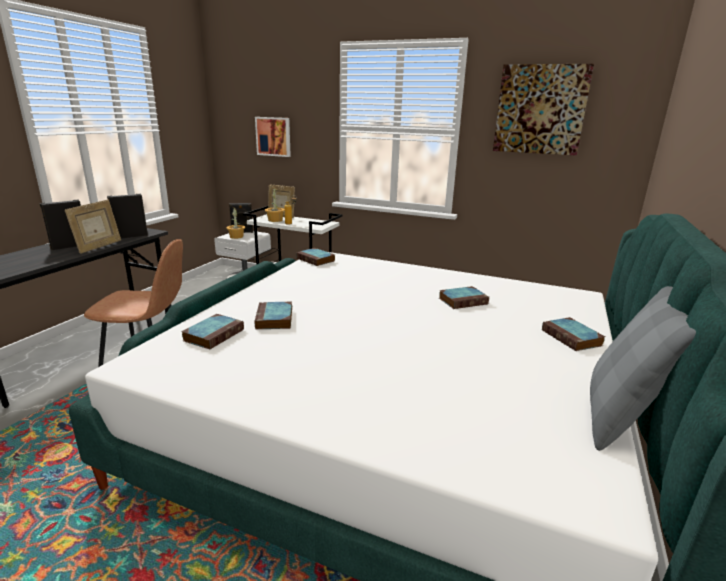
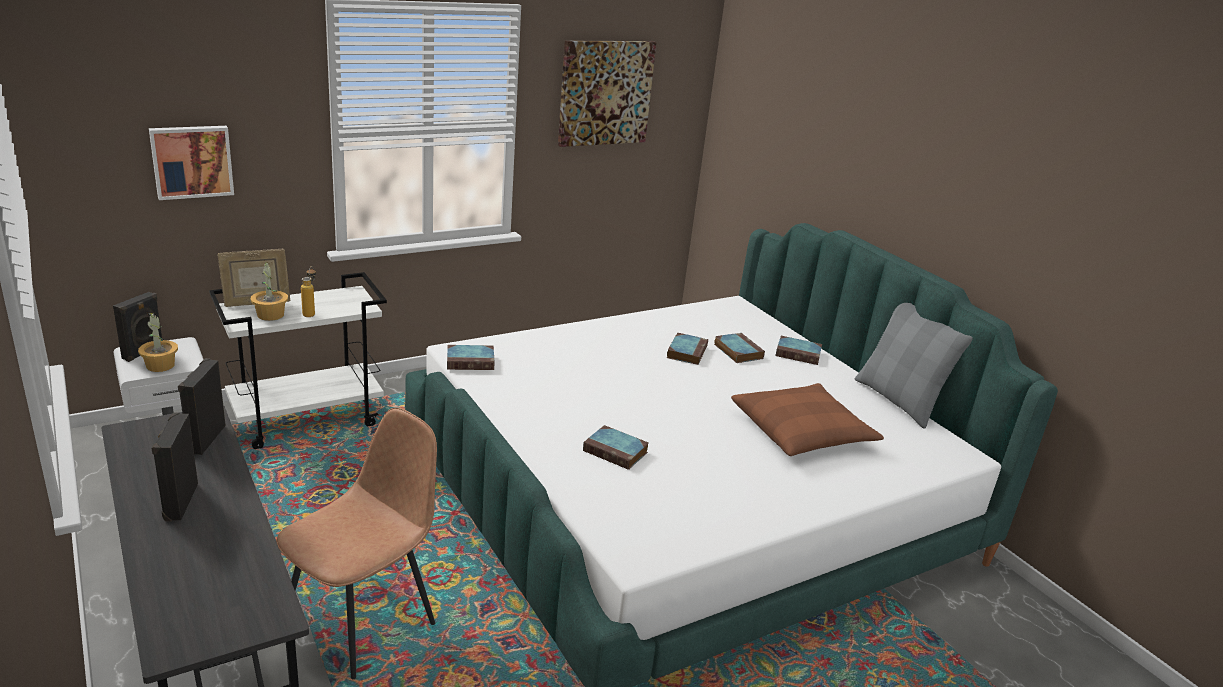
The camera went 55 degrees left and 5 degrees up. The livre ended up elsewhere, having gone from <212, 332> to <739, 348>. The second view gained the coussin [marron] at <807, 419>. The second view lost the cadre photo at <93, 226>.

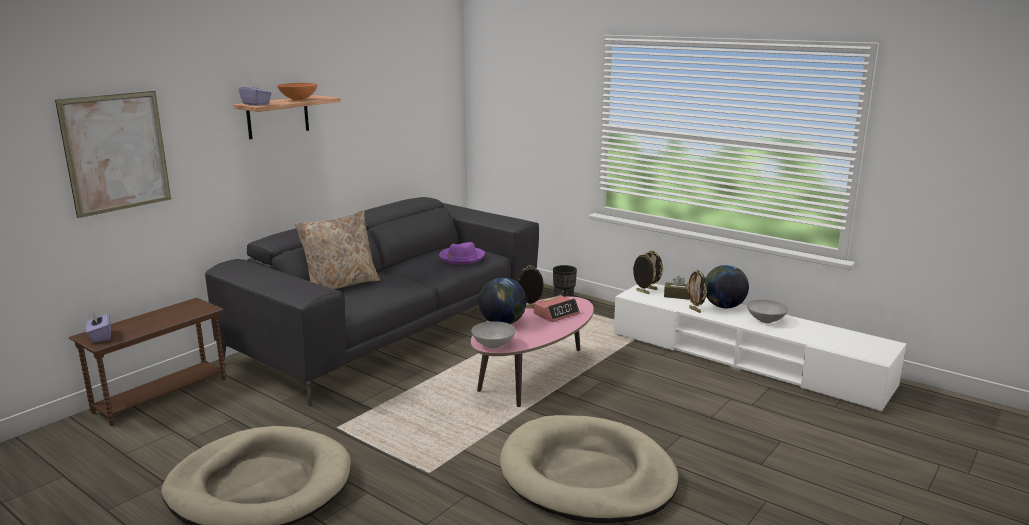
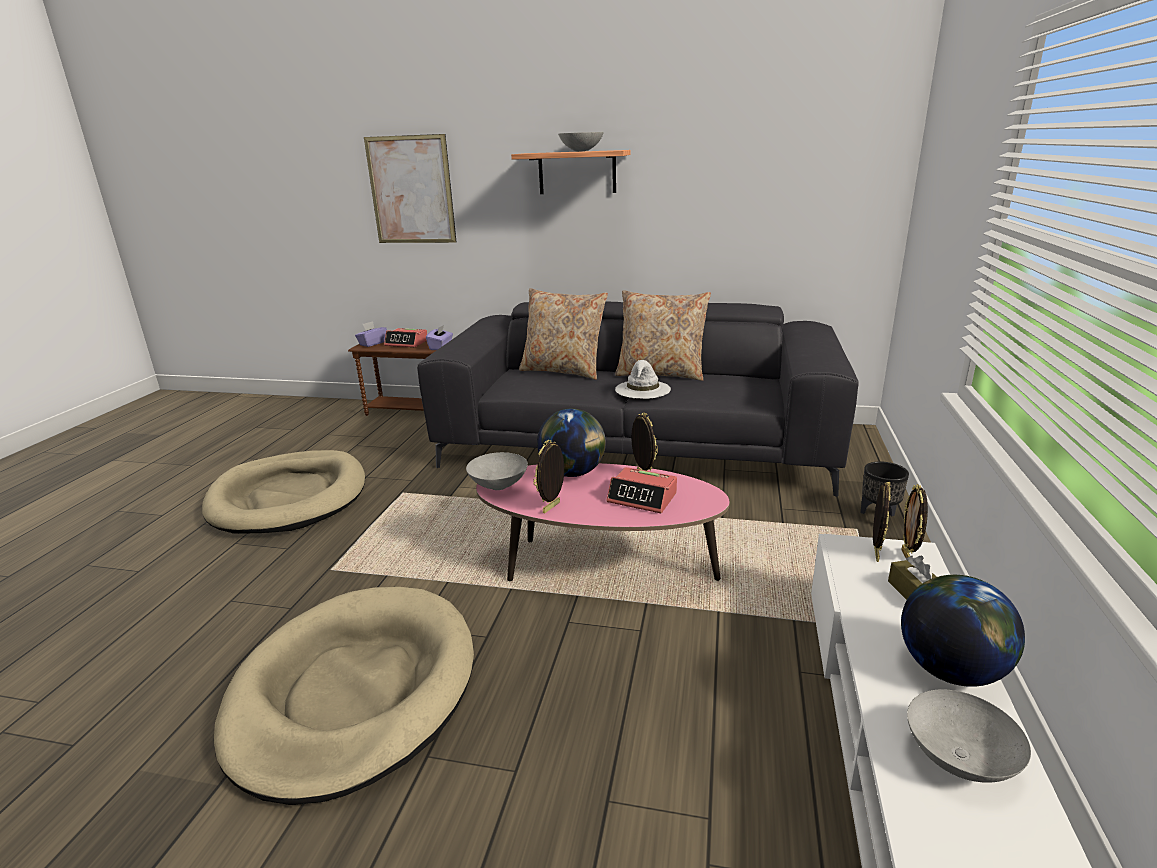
The camera went 65 degrees right and 5 degrees up. The second view gained the réveil at <405, 337>. The boîte à mouchoirs [violet] ended up elsewhere, having gone from <255, 93> to <439, 337>. The cadre photo ended up elsewhere, having gone from <697, 291> to <549, 476>. What was the bol [orange] at <297, 92> turned into the bol [gris] at <581, 142>. The second view gained the coussin [beige] at <663, 335>. The second view gained the chapeau [blanc] at <643, 379>. The second view lost the chapeau [violet] at <462, 253>.

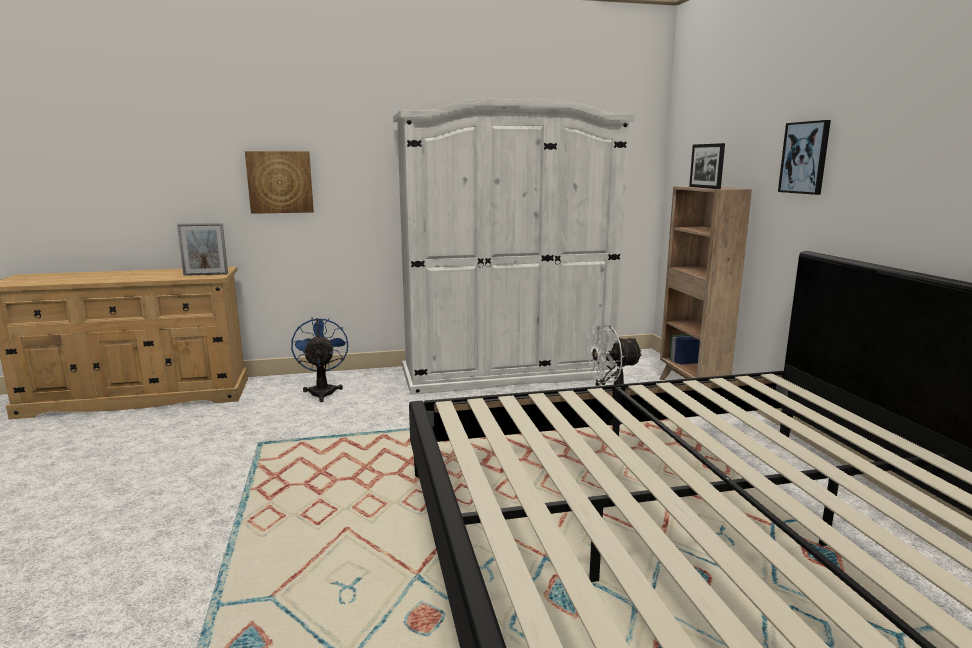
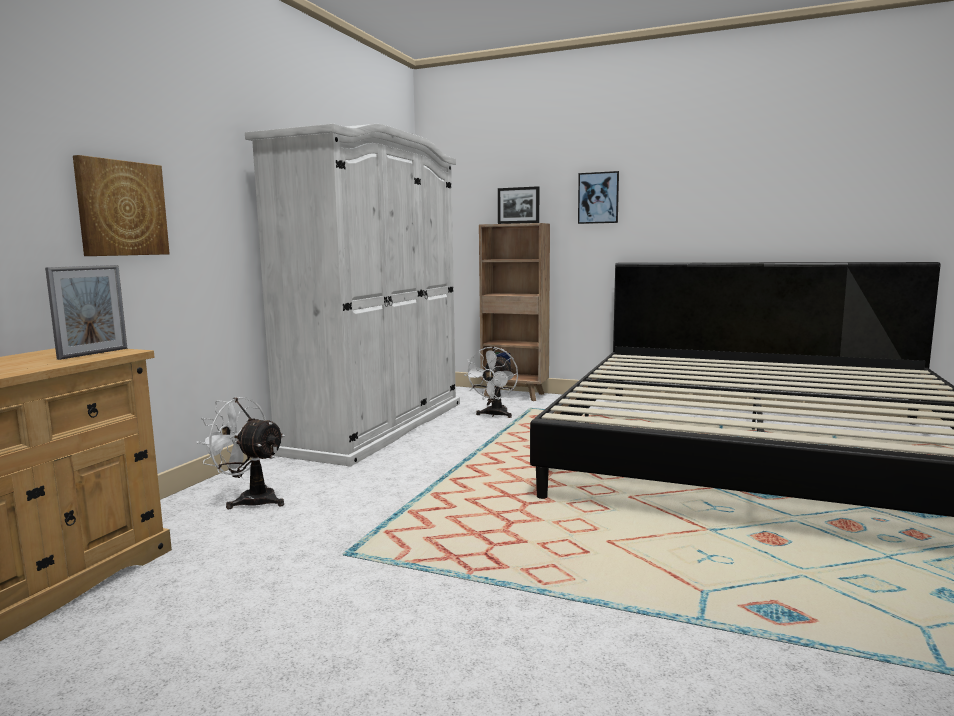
The camera went 55 degrees left and 5 degrees down. What was the ventilateur [bleu] at <319, 360> turned into the ventilateur [blanc] at <240, 453>.

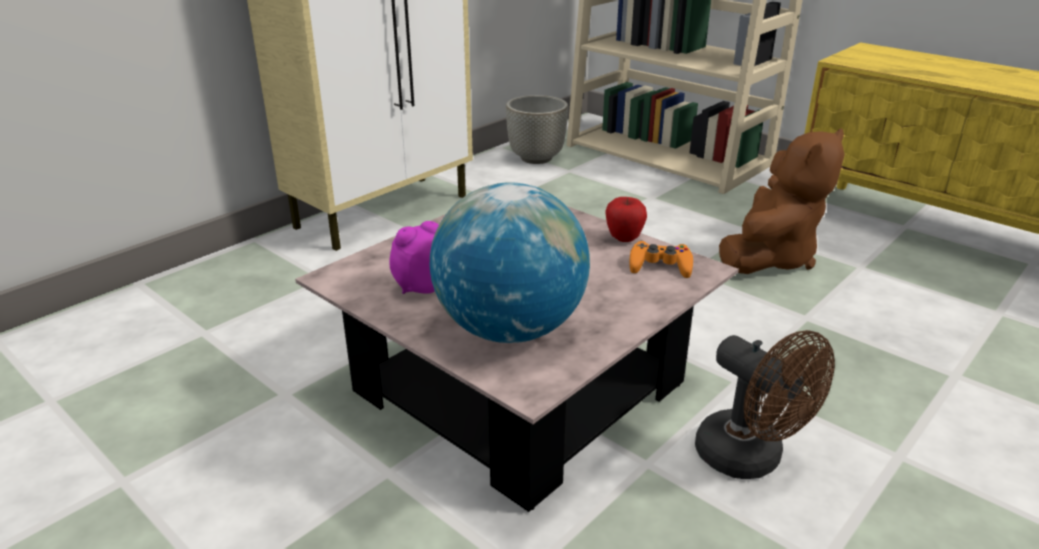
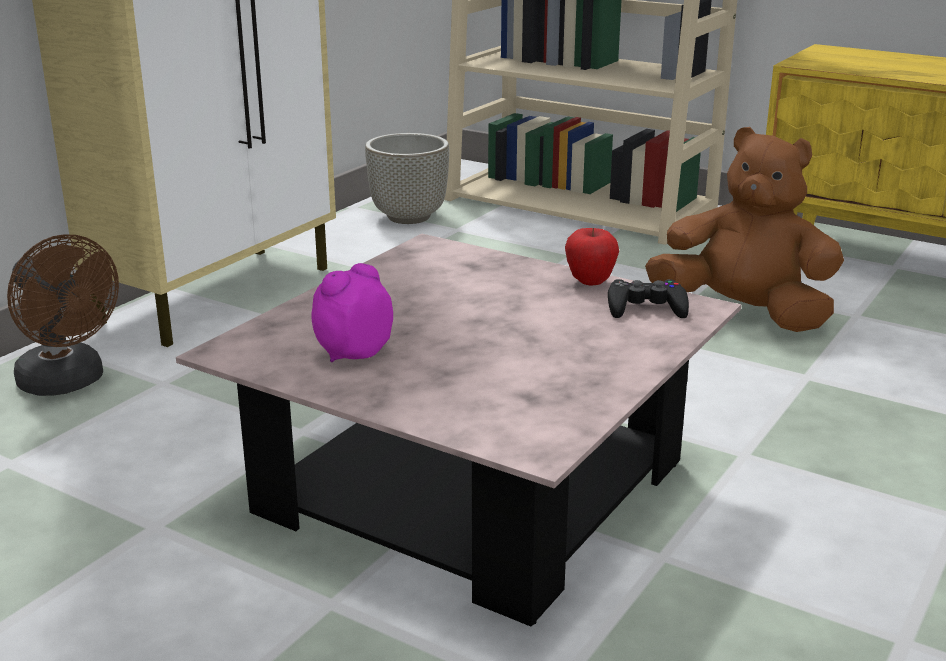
The camera went 10 degrees left and 5 degrees down. The ventilateur [marron] ended up elsewhere, having gone from <765, 404> to <63, 315>. What was the manette [orange] at <661, 259> turned into the manette [noir] at <648, 298>. The peluche [marron] at <782, 201> ended up facing another way, 90 degrees counterclockwise from before. The second view lost the globe at <510, 262>.

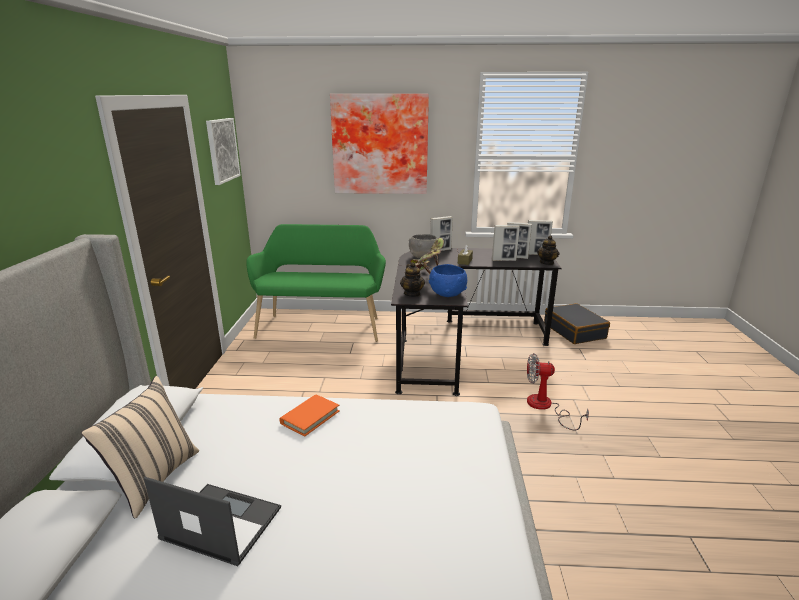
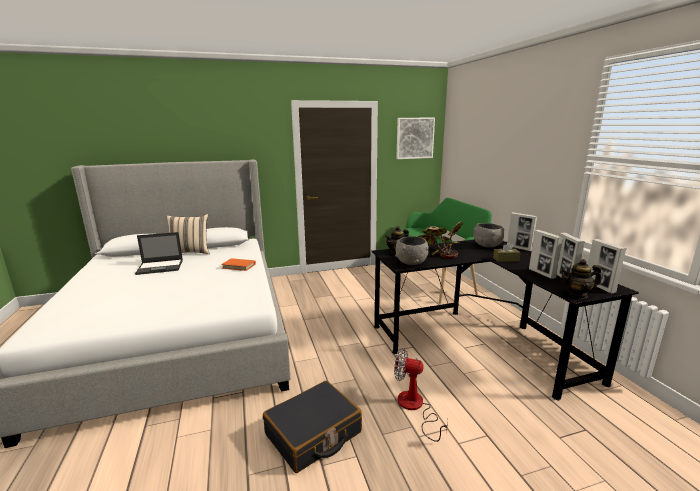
The camera went 70 degrees right and 5 degrees down. The ordinateur portable at <212, 521> ended up facing another way, 75 degrees clockwise from before. The valise [noir] ended up elsewhere, having gone from <577, 323> to <312, 427>. The ventilateur at <558, 391> ended up facing another way, 60 degrees counterclockwise from before. What was the bol [bleu] at <448, 280> turned into the bol [gris] at <412, 250>. The second view lost the tableau at <379, 144>.

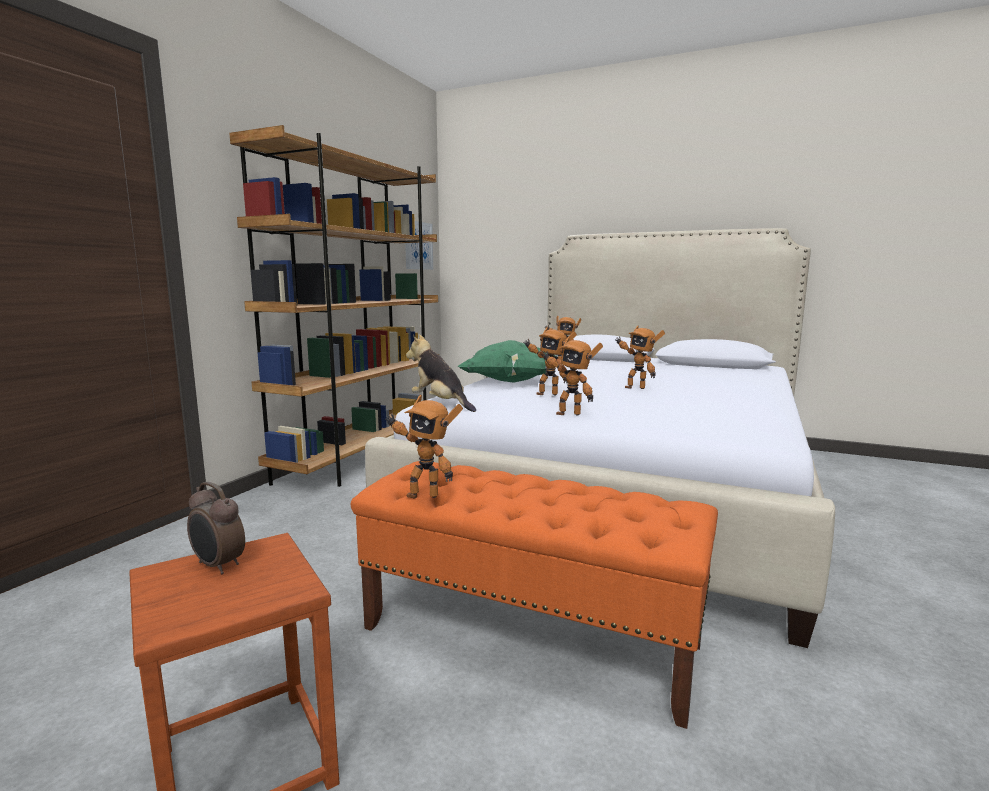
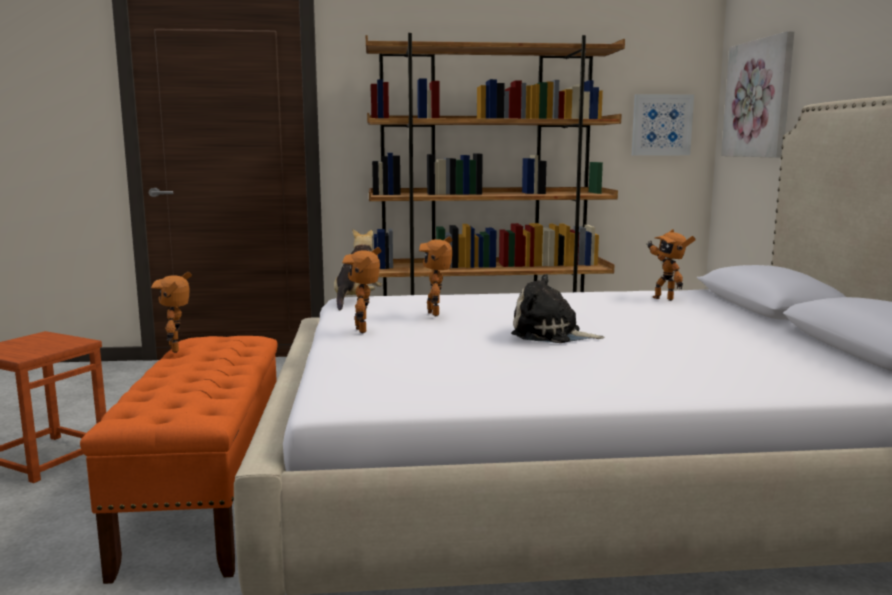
The camera went 60 degrees right and 0 degrees up. Where the robot jouet stood at <640, 357>, the peluche came to stand at <557, 308>. The second view gained the tableau at <758, 94>. The second view lost the réveil at <216, 528>. The second view lost the coussin [vert] at <507, 361>.

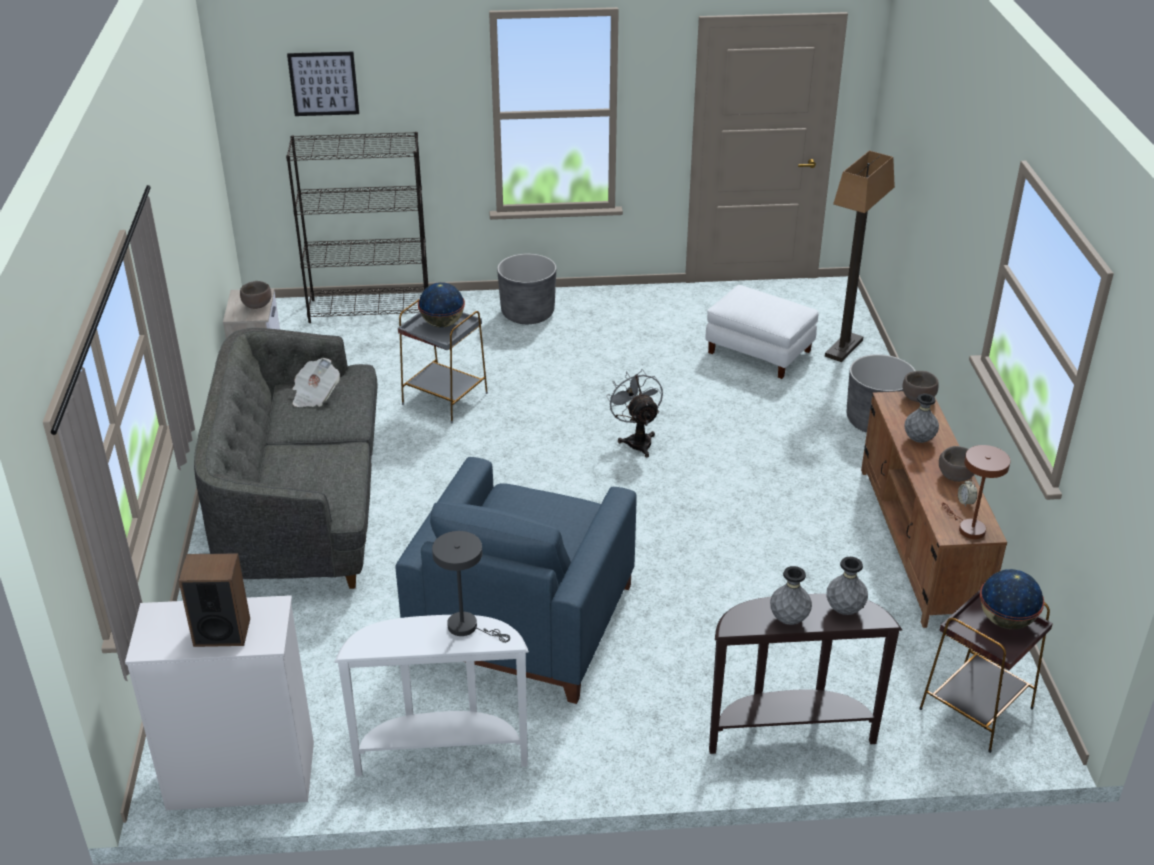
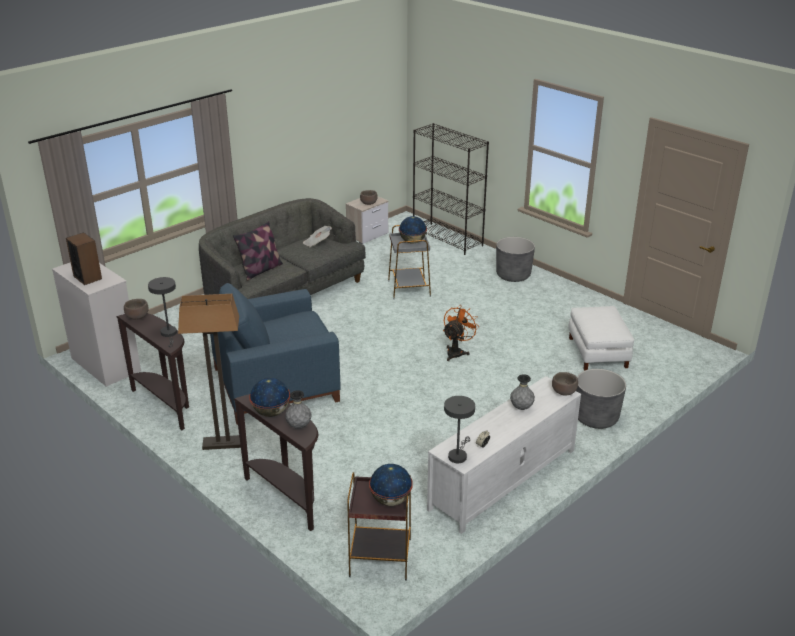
The camera went 50 degrees right and 5 degrees down. What was the table console [blanc] at <431, 696> turned into the table console [marron] at <153, 371>. The bol [marron] ended up elsewhere, having gone from <956, 464> to <136, 309>. The lampadaire ended up elsewhere, having gone from <860, 256> to <209, 372>. The second view gained the coussin at <258, 251>. Where the vase [gris] stood at <791, 595>, the globe came to stand at <269, 397>. What was the meuble télé [marron] at <934, 509> turned into the meuble télé [blanc] at <504, 455>. What was the ventilateur [gris] at <635, 413> turned into the ventilateur [orange] at <461, 333>. What was the lampe de table [marron] at <976, 492> turned into the lampe de table [gris] at <459, 429>. The second view lost the tableau at <323, 84>.

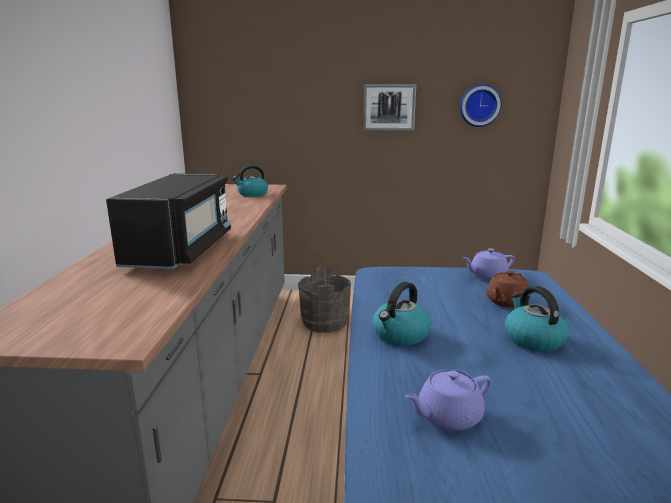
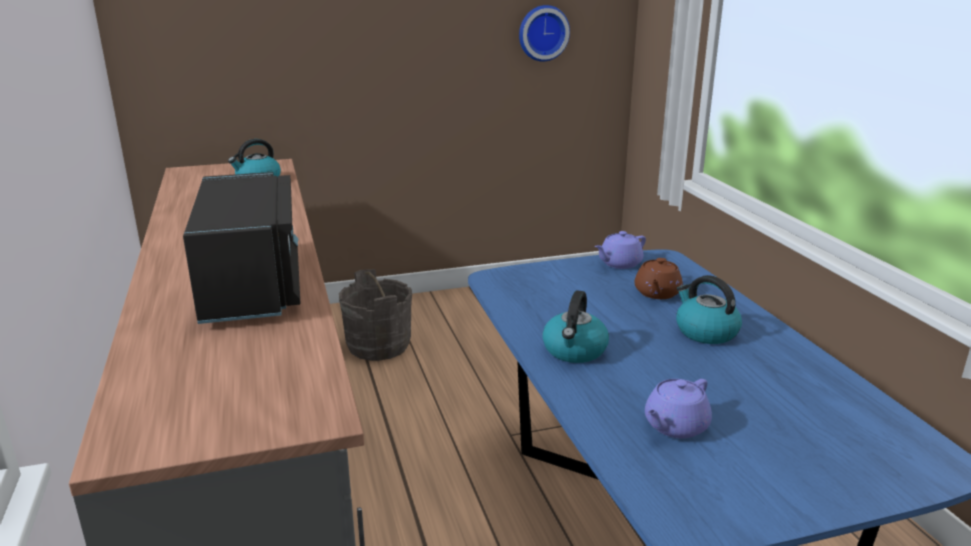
The camera went 20 degrees left and 5 degrees up. The second view lost the tableau at <389, 107>.

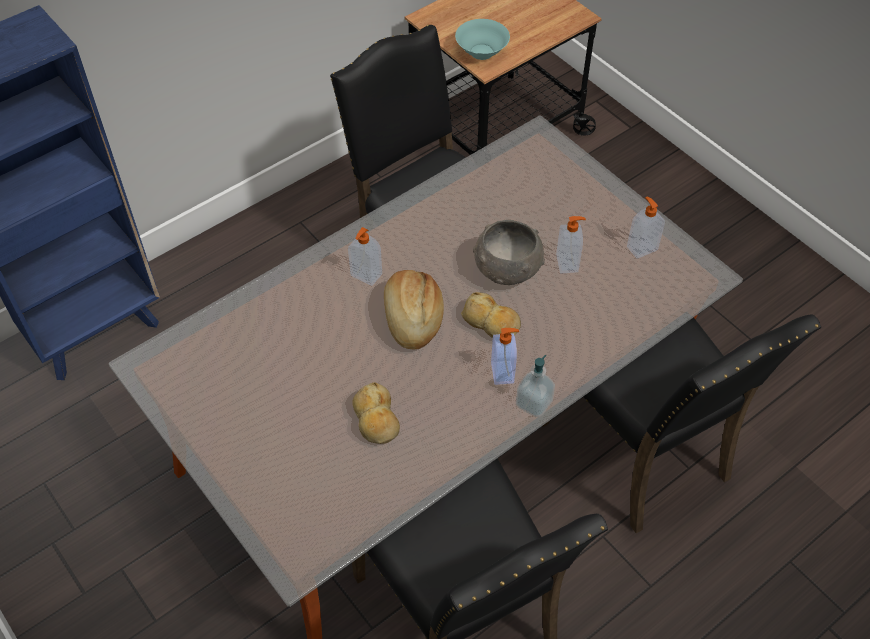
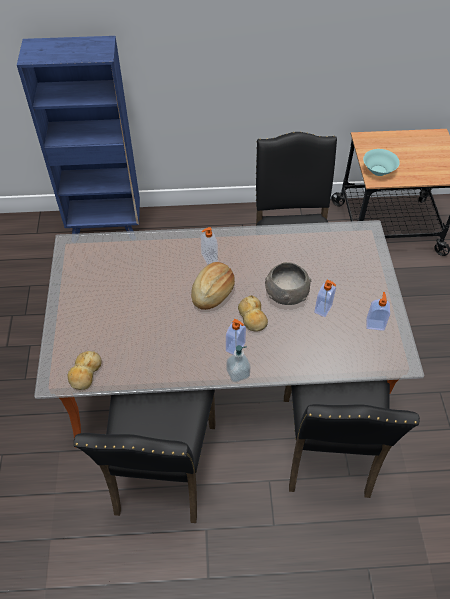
The camera went 35 degrees right and 0 degrees up. The pain ended up elsewhere, having gone from <376, 413> to <84, 370>.

